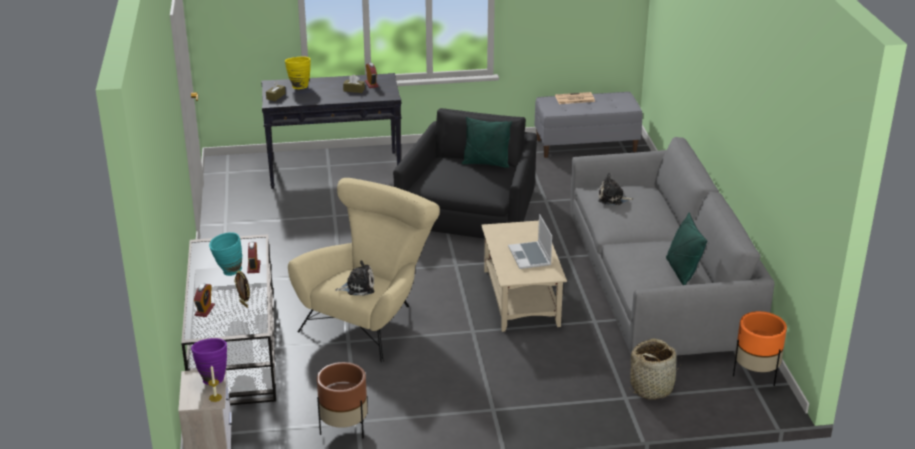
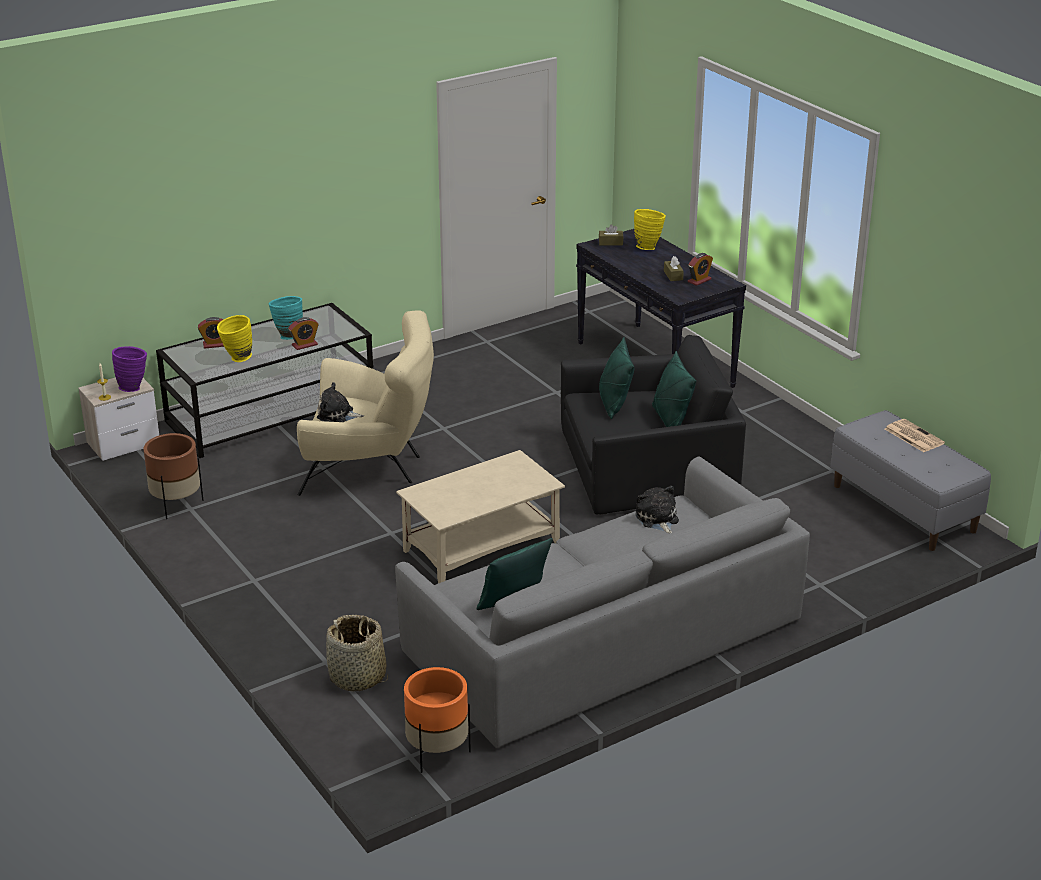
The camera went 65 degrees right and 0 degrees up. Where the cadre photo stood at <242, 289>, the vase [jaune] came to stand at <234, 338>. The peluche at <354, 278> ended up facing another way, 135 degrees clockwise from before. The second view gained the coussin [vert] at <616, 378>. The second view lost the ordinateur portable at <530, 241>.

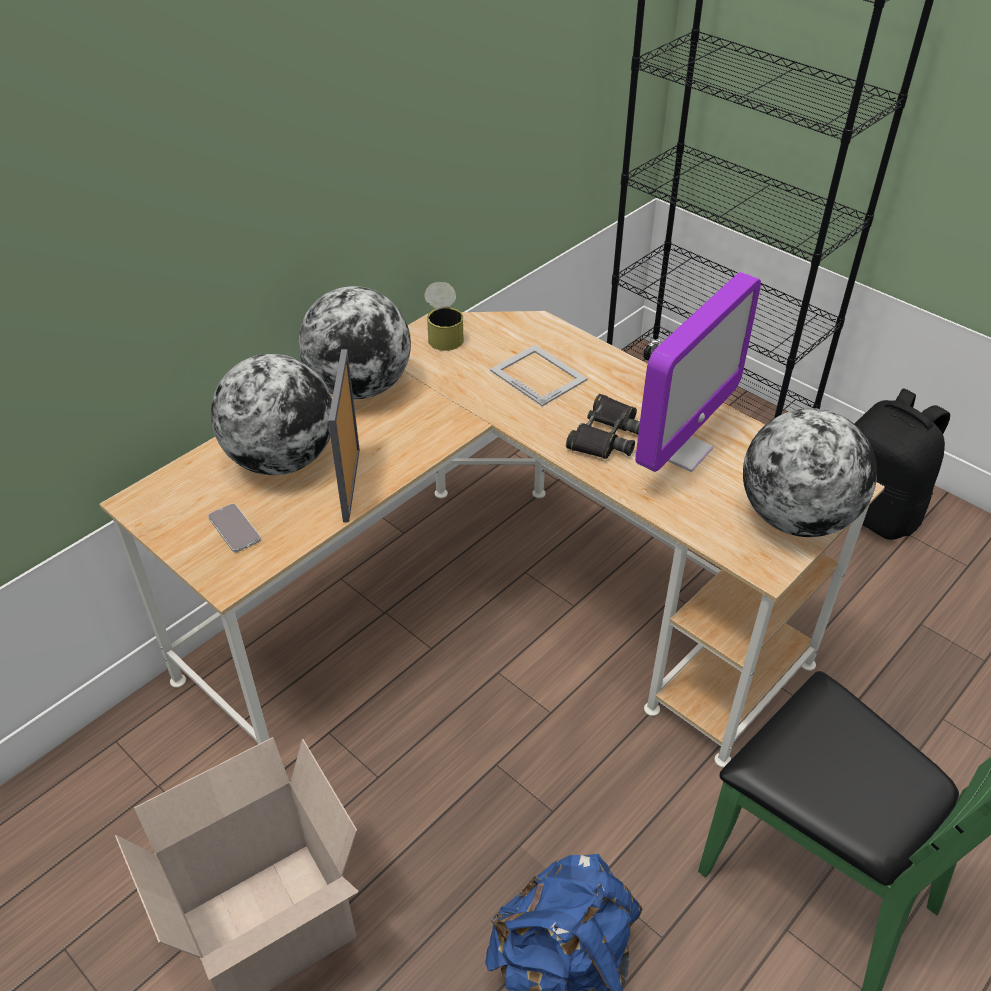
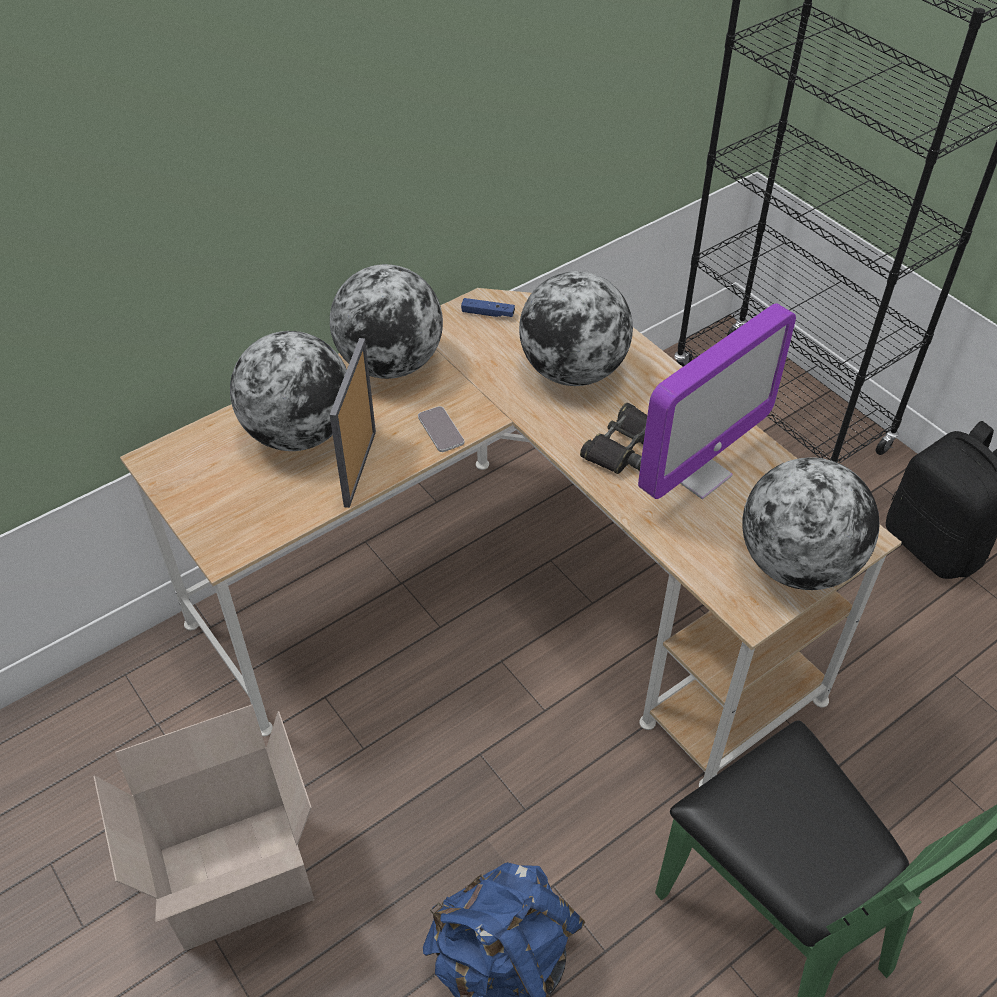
The camera went 10 degrees right and 5 degrees up. The téléphone ended up elsewhere, having gone from <234, 528> to <441, 429>. Where the boîte métallique stood at <444, 316>, the manette [bleu] came to stand at <488, 307>. Where the cadre photo stood at <539, 375>, the globe came to stand at <576, 328>.

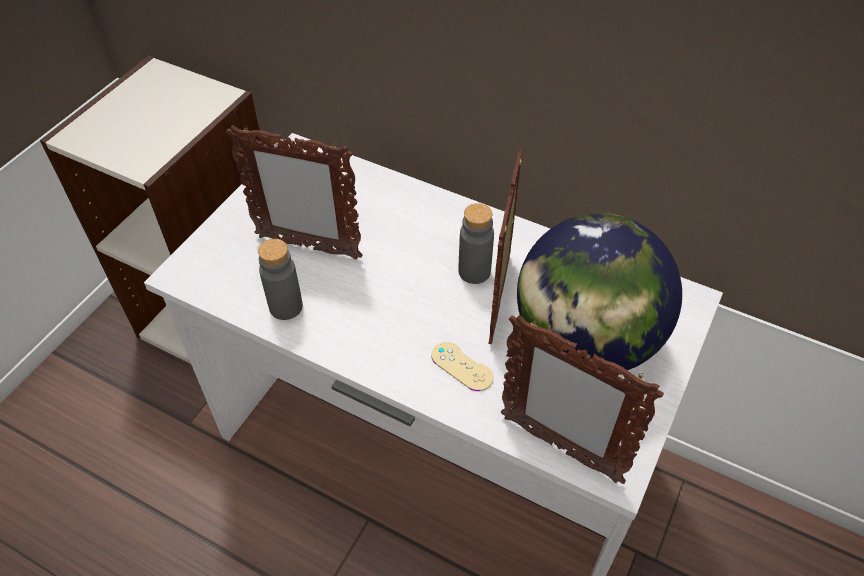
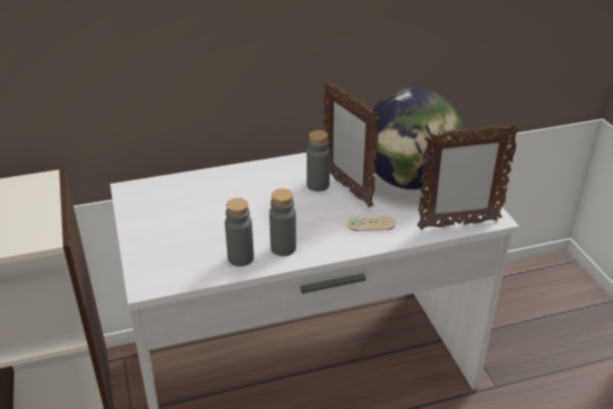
The camera went 45 degrees left and 15 degrees down. The second view gained the bouteille [gris] at <282, 222>. The second view lost the cadre photo at <294, 192>.

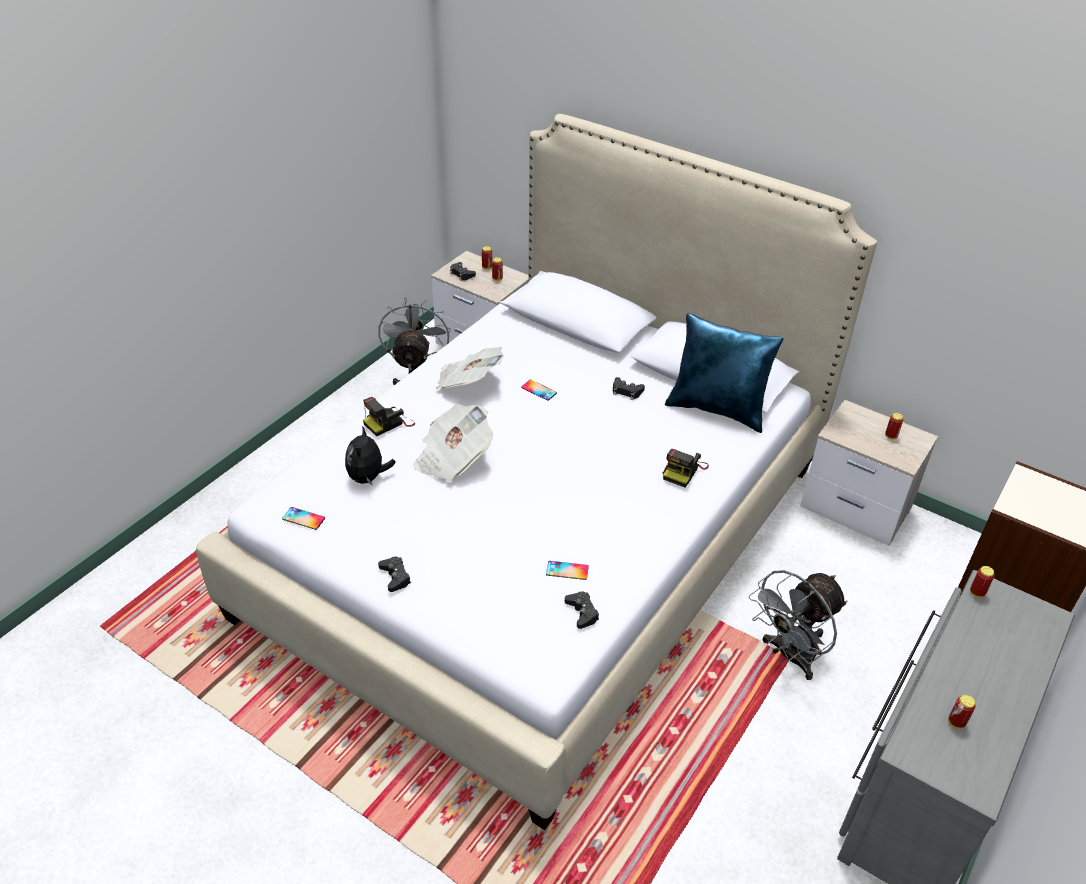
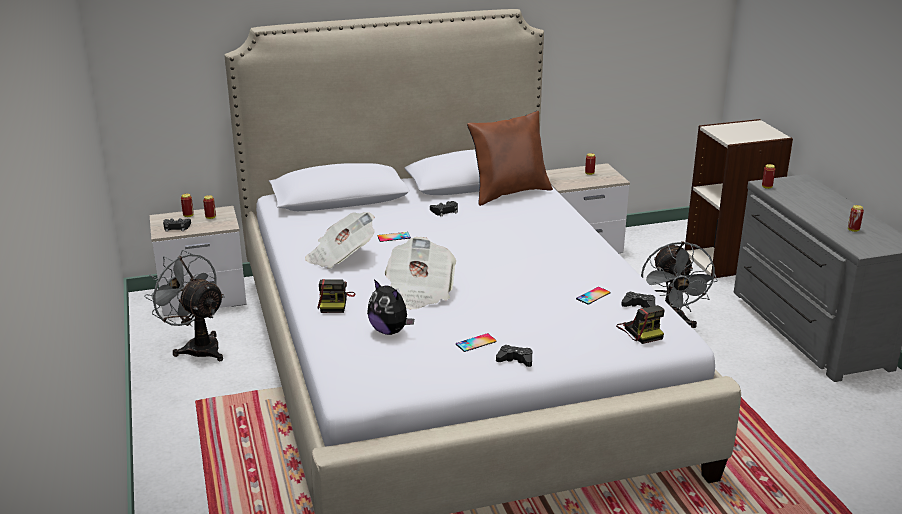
The camera went 50 degrees left and 15 degrees down. The téléphone ended up elsewhere, having gone from <303, 518> to <476, 342>. What was the coussin [bleu] at <724, 373> turned into the coussin [marron] at <510, 158>. The appareil photo ended up elsewhere, having gone from <686, 468> to <640, 324>.

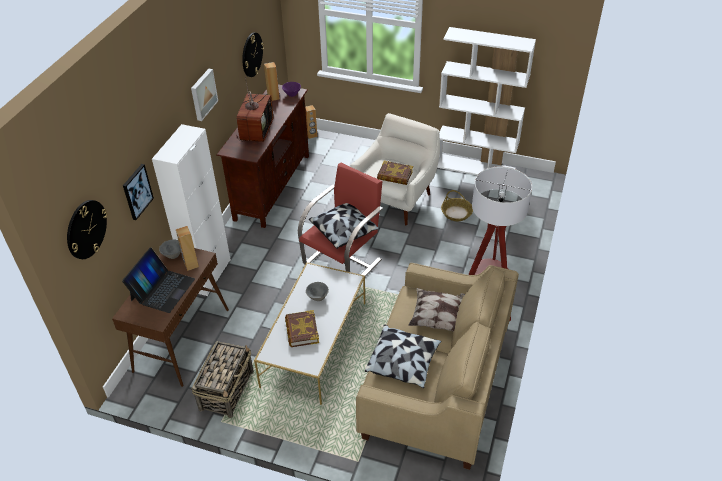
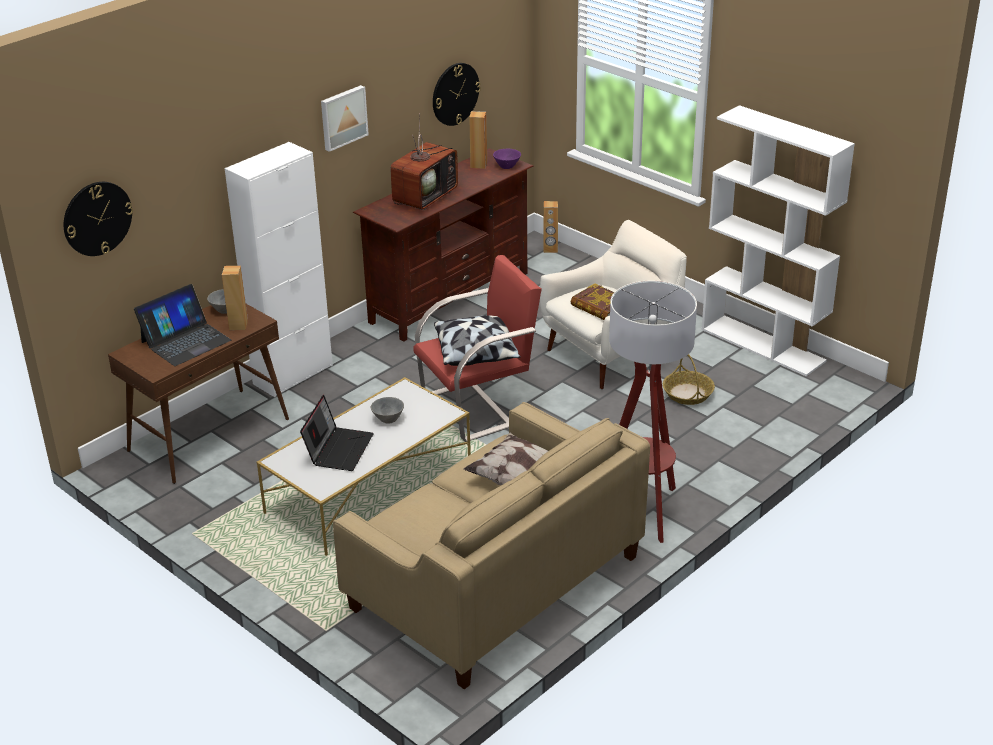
The camera went 25 degrees right and 10 degrees down. Where the livre stood at <302, 328>, the ordinateur portable came to stand at <337, 433>. The second view lost the tableau at <138, 192>. The second view lost the panier at <222, 379>. The second view lost the coussin at <403, 356>.

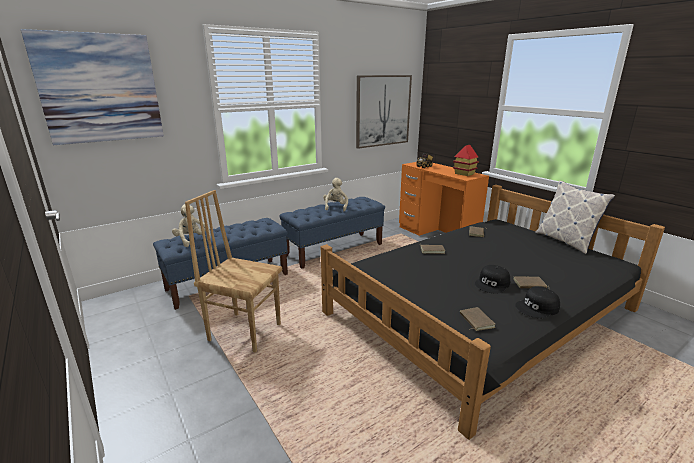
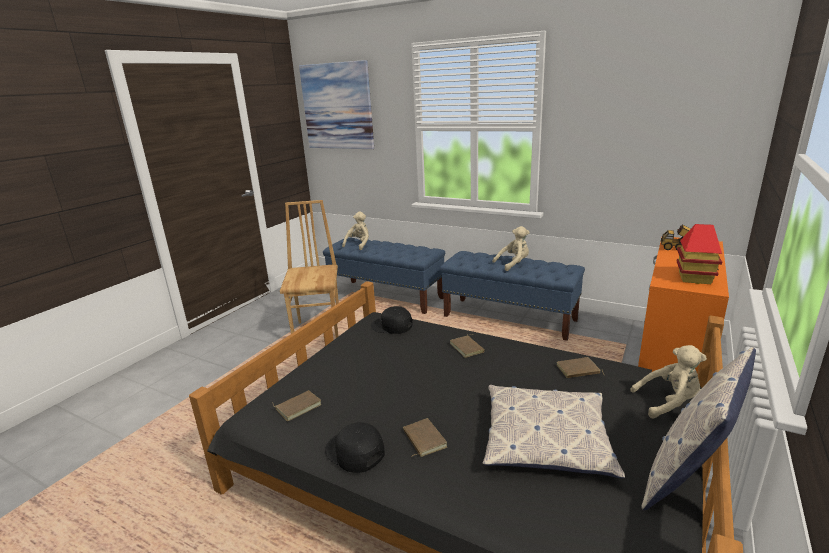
The camera went 65 degrees right and 0 degrees up. The casquette [noir] ended up elsewhere, having gone from <493, 279> to <392, 320>. The second view gained the coussin at <554, 431>. The second view gained the peluche [beige] at <668, 382>. The second view lost the tableau at <384, 112>.

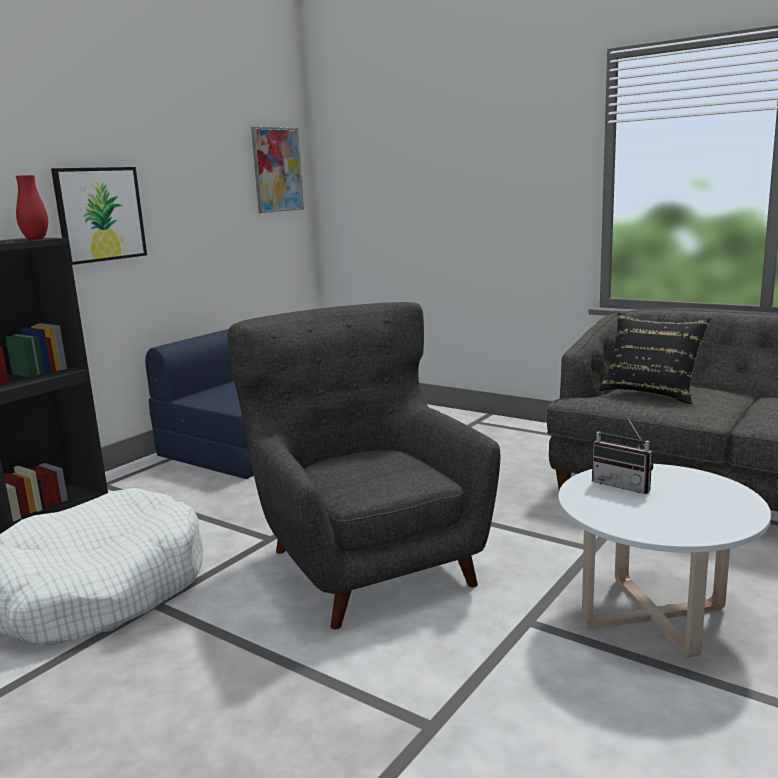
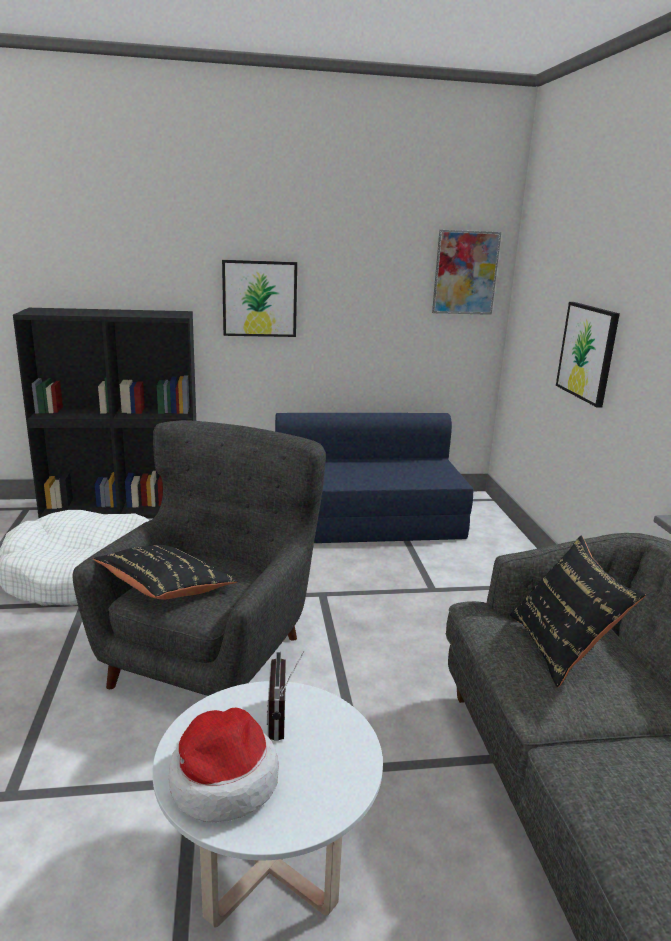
The camera went 45 degrees right and 5 degrees up. The second view gained the coussin [noir] at <165, 572>. The second view gained the chapeau at <224, 765>. The second view gained the tableau at <588, 355>. The second view lost the vase [rouge] at <32, 207>.

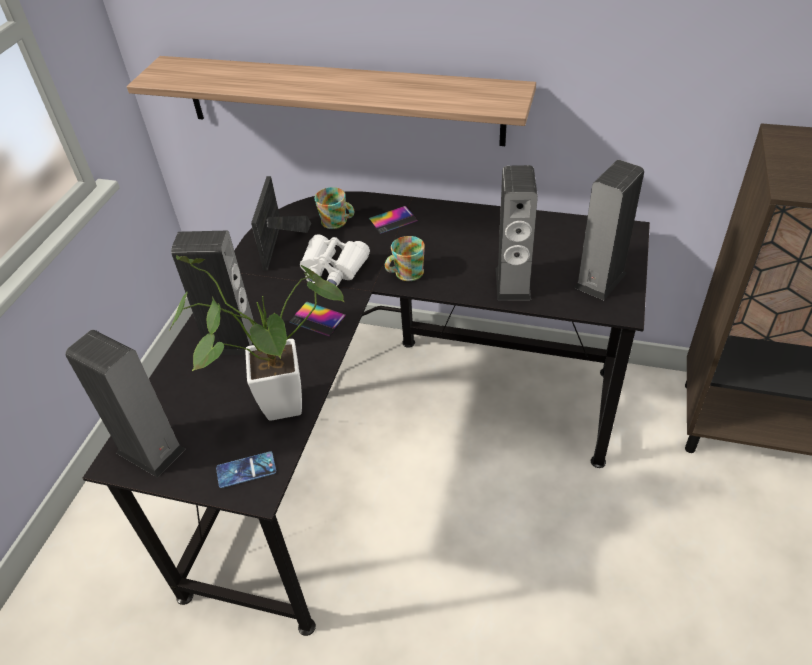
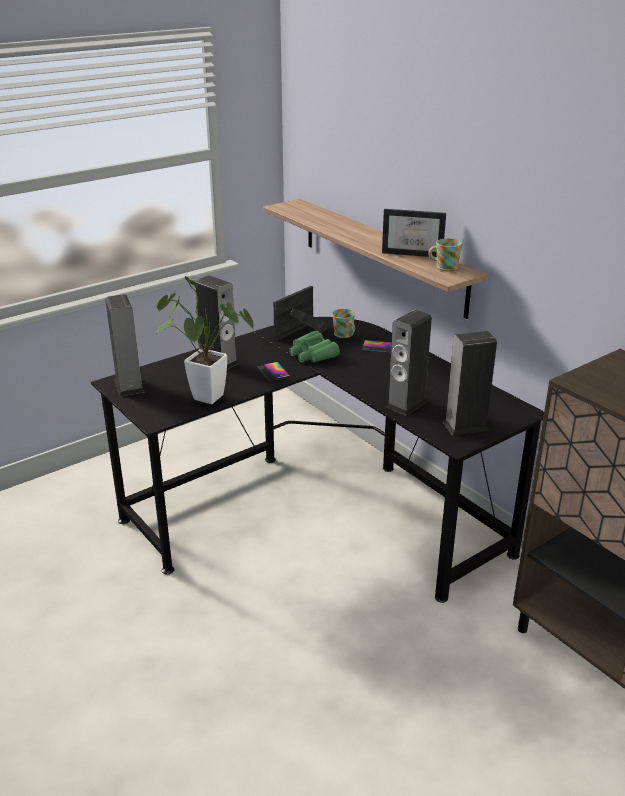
The camera went 35 degrees right and 15 degrees down. What was the jumelles [blanc] at <335, 260> turned into the jumelles [vert] at <314, 347>. The second view gained the cadre photo at <414, 233>. The mug ended up elsewhere, having gone from <405, 258> to <445, 255>. The second view lost the téléphone at <246, 469>.

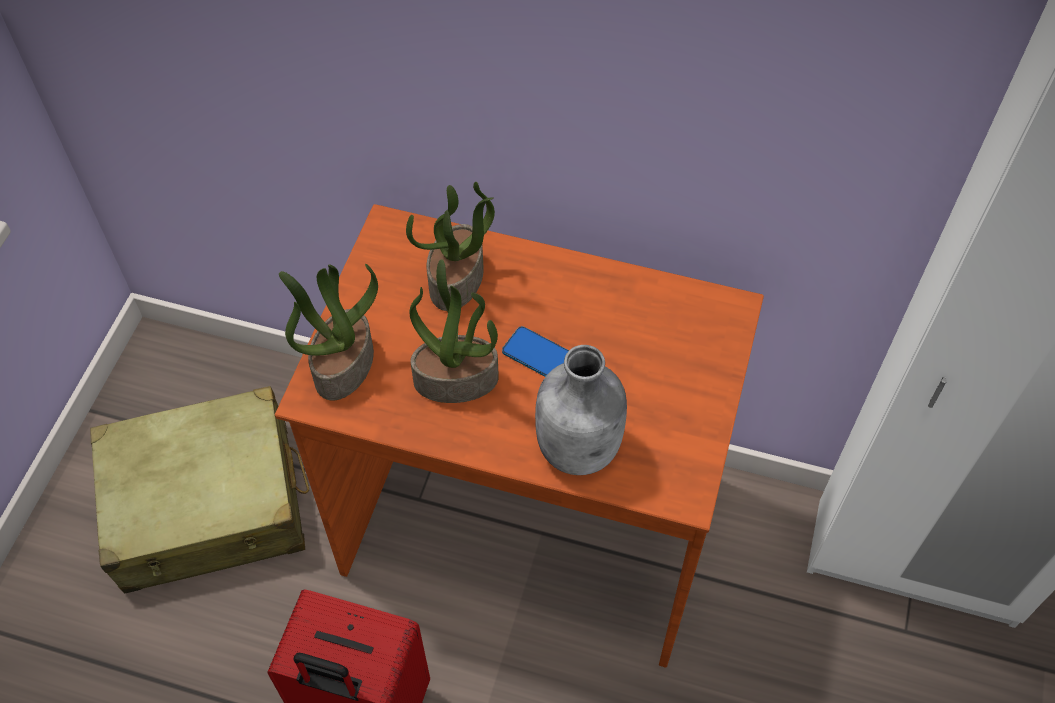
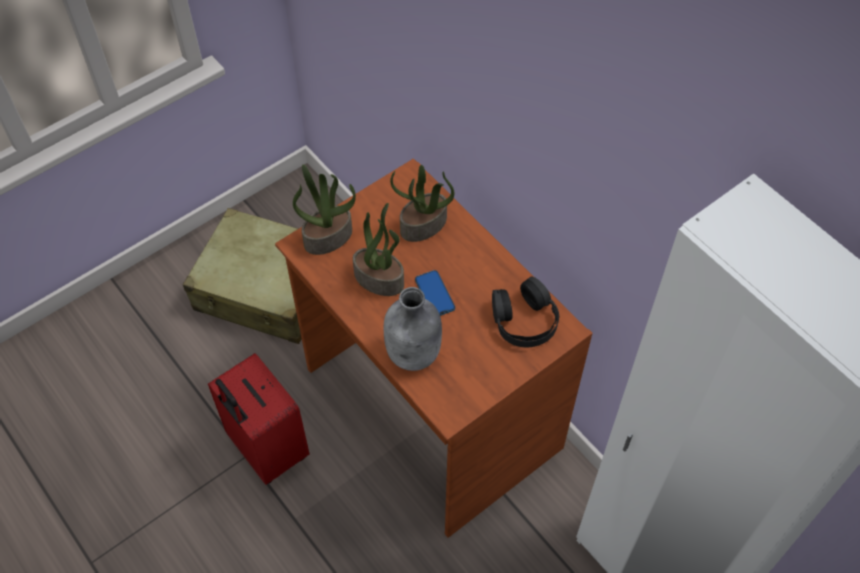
The camera went 35 degrees right and 0 degrees up. The second view gained the casque audio [noir] at <525, 312>.

